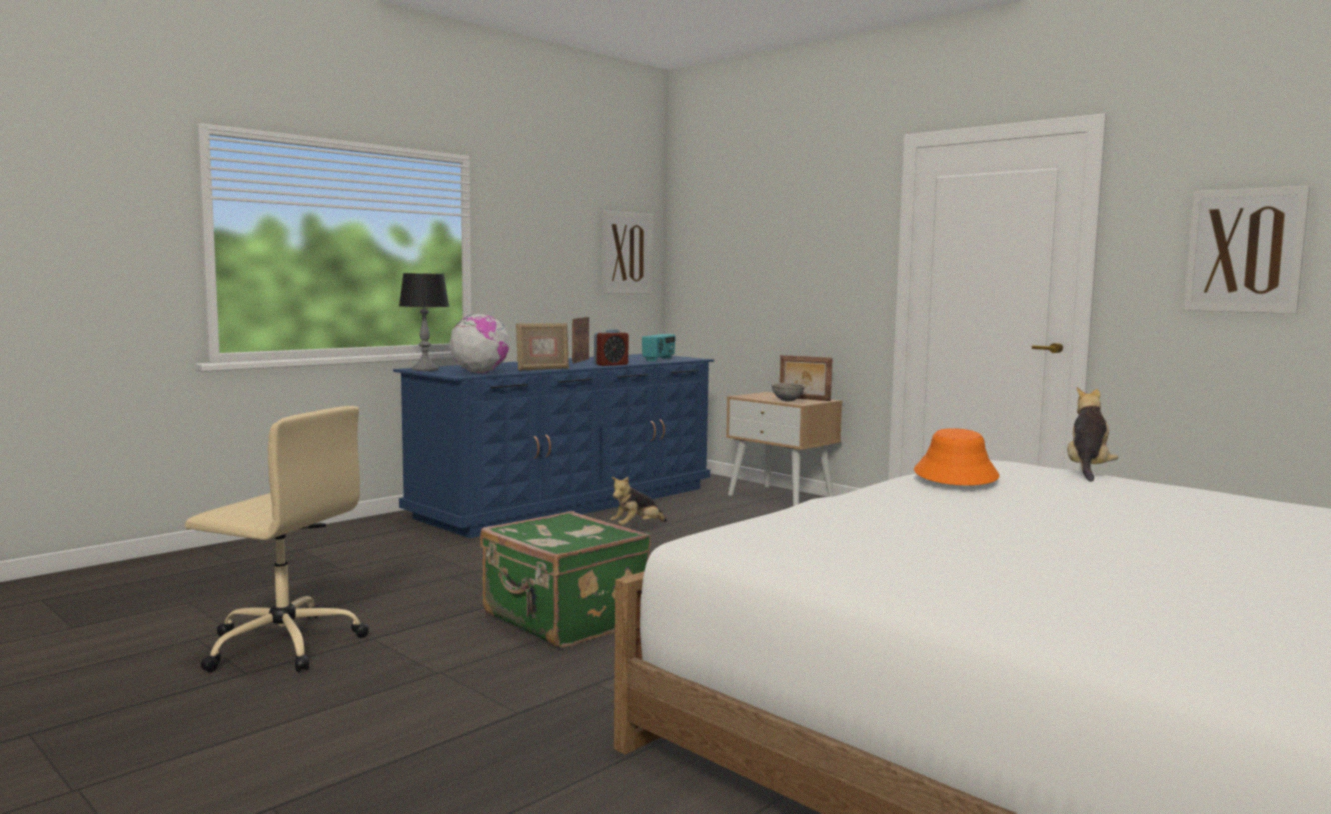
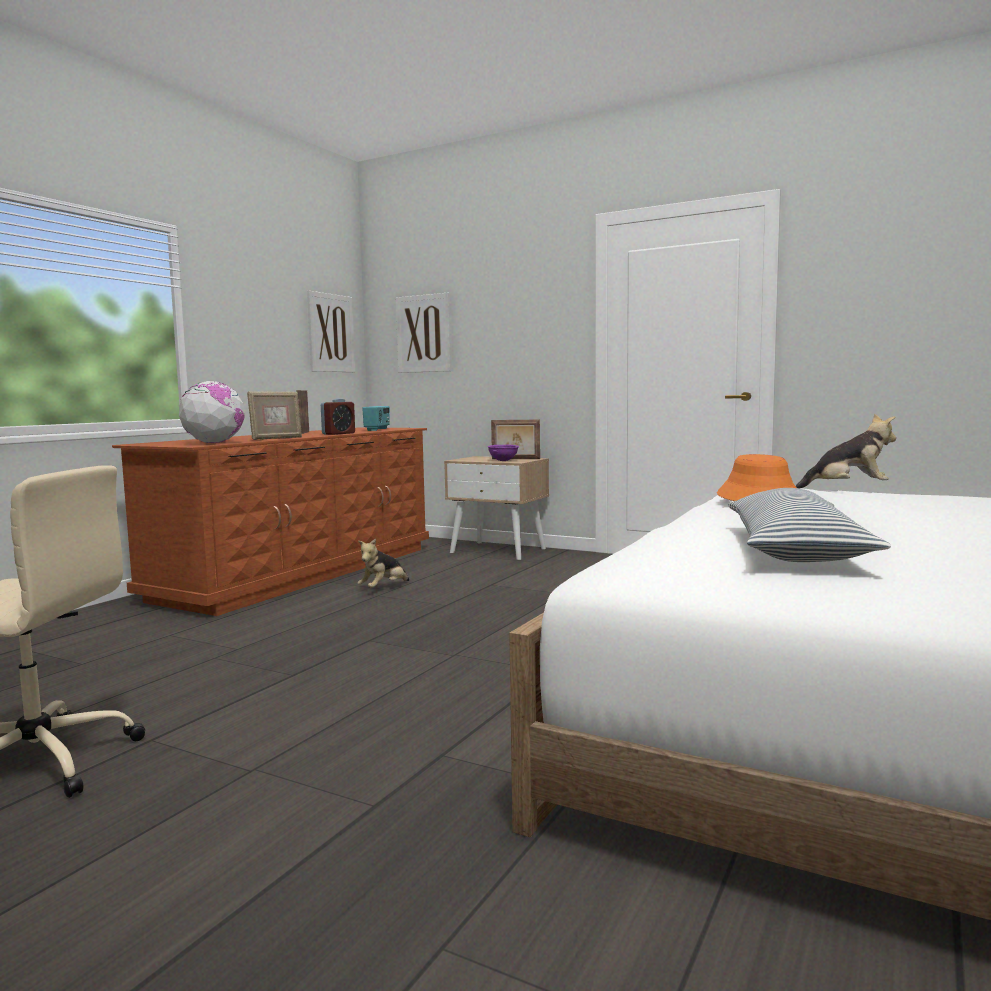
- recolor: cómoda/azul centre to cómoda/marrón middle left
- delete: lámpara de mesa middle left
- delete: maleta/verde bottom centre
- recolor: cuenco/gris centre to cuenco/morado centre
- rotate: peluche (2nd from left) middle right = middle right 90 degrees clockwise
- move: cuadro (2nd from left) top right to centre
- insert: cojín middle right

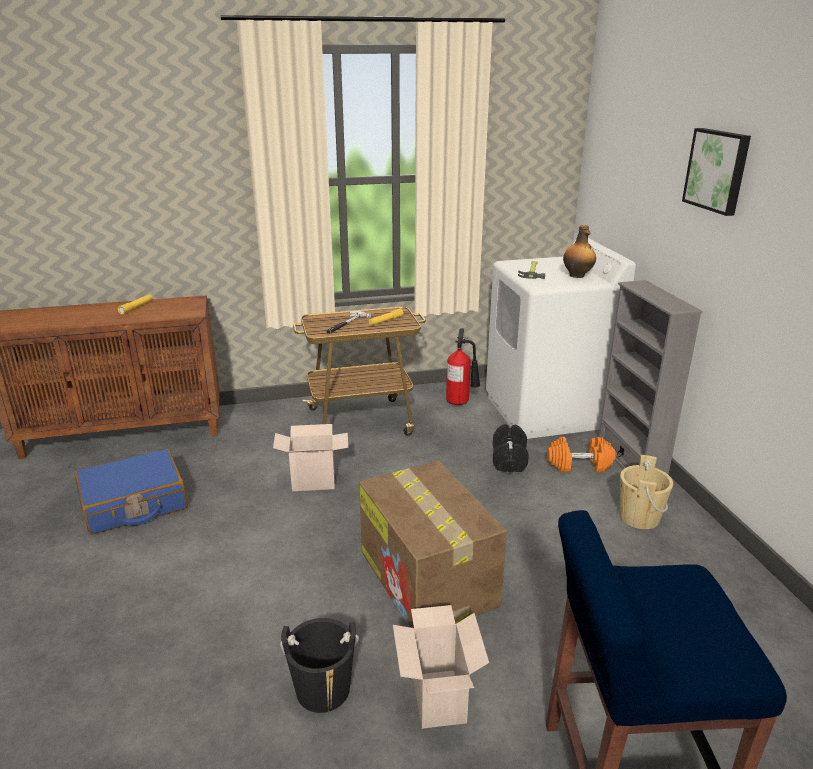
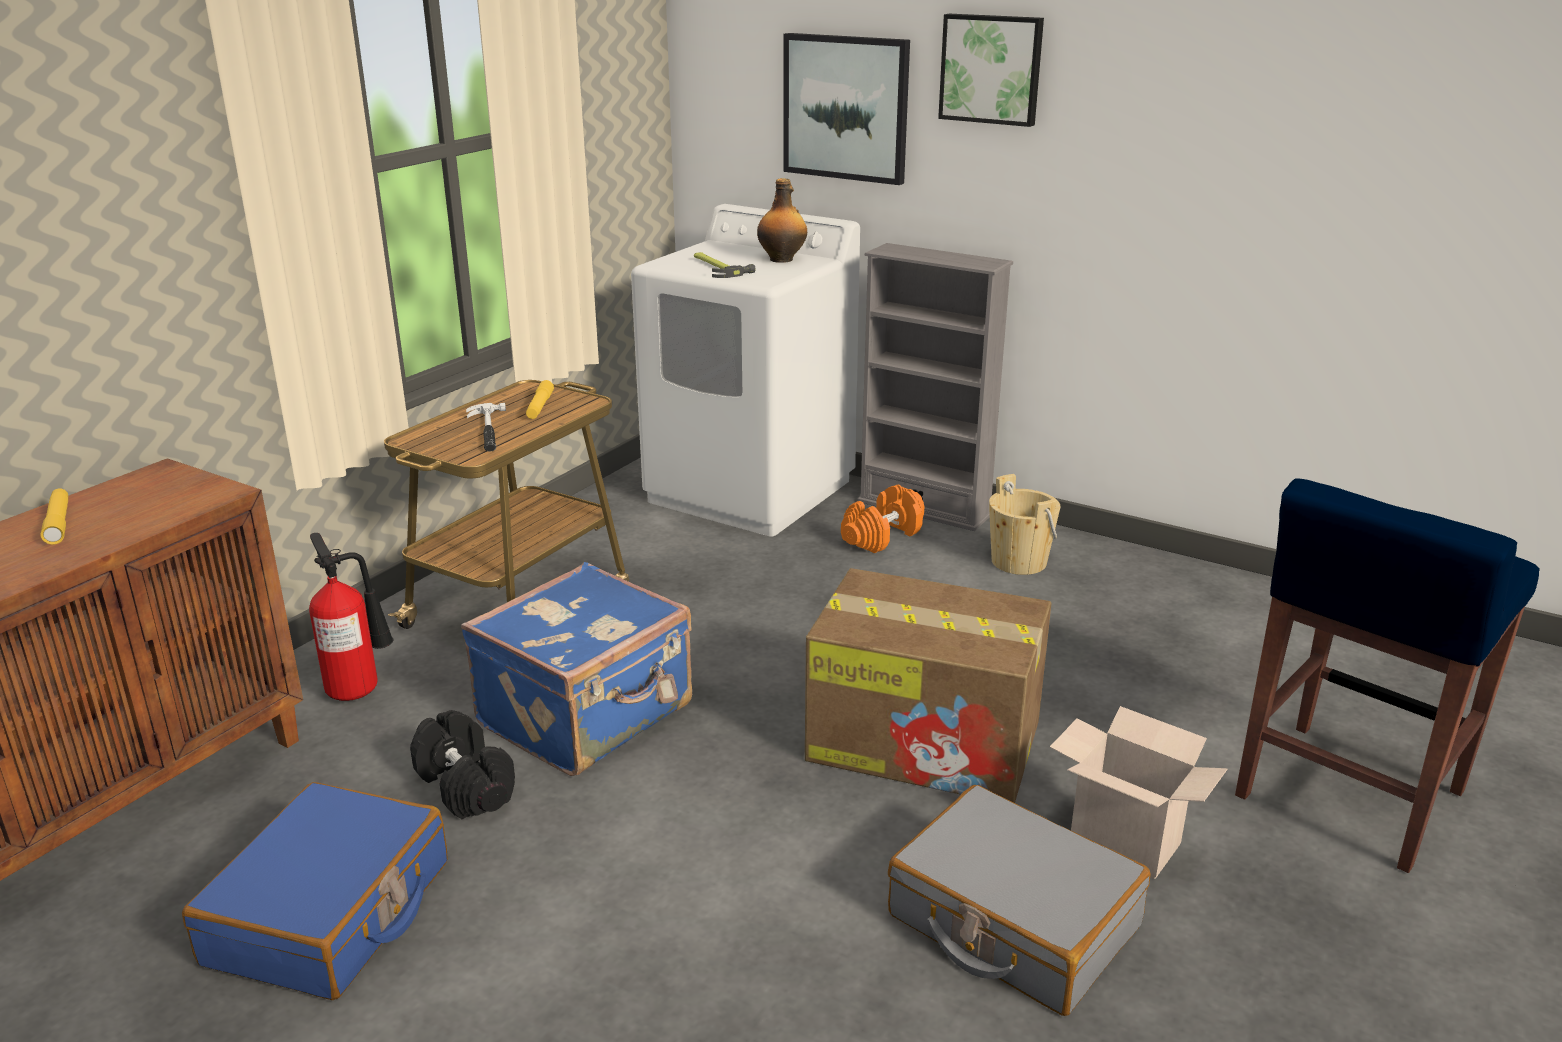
- replace: caja de cartón (1st from left) centre to maleta/azul (2nd from left) centre
- replace: cubo/negro bottom centre to maleta/gris bottom centre
- move: extintor centre to middle left
- move: mancuerna/negro centre to bottom left
- insert: cuadro (1st from left) top centre

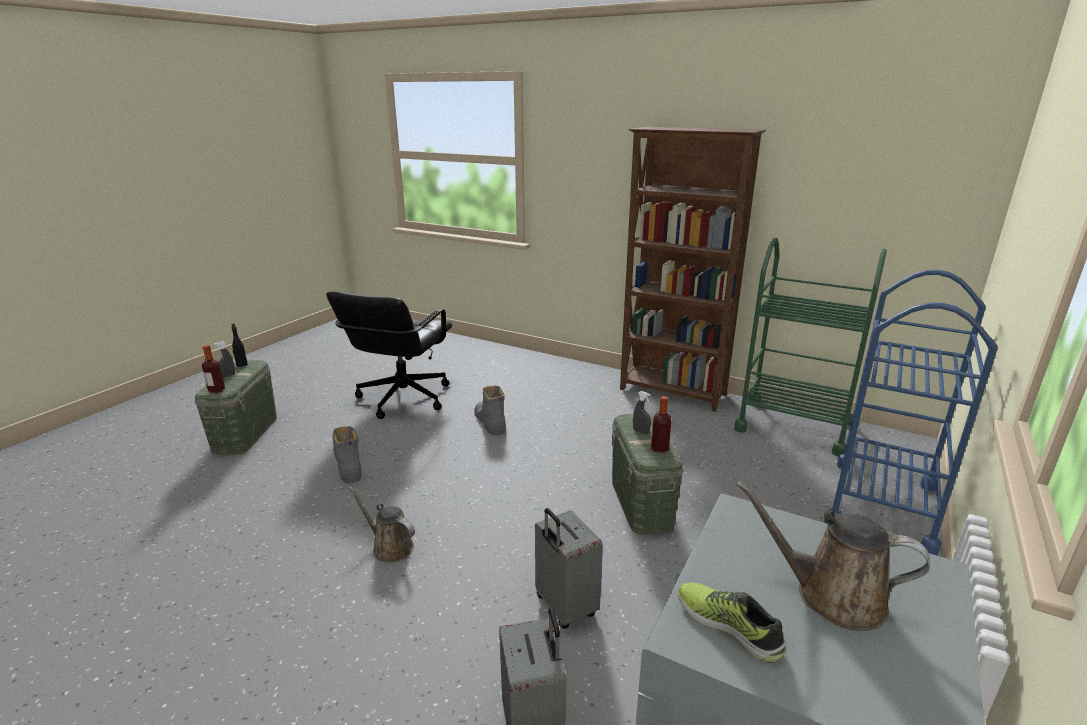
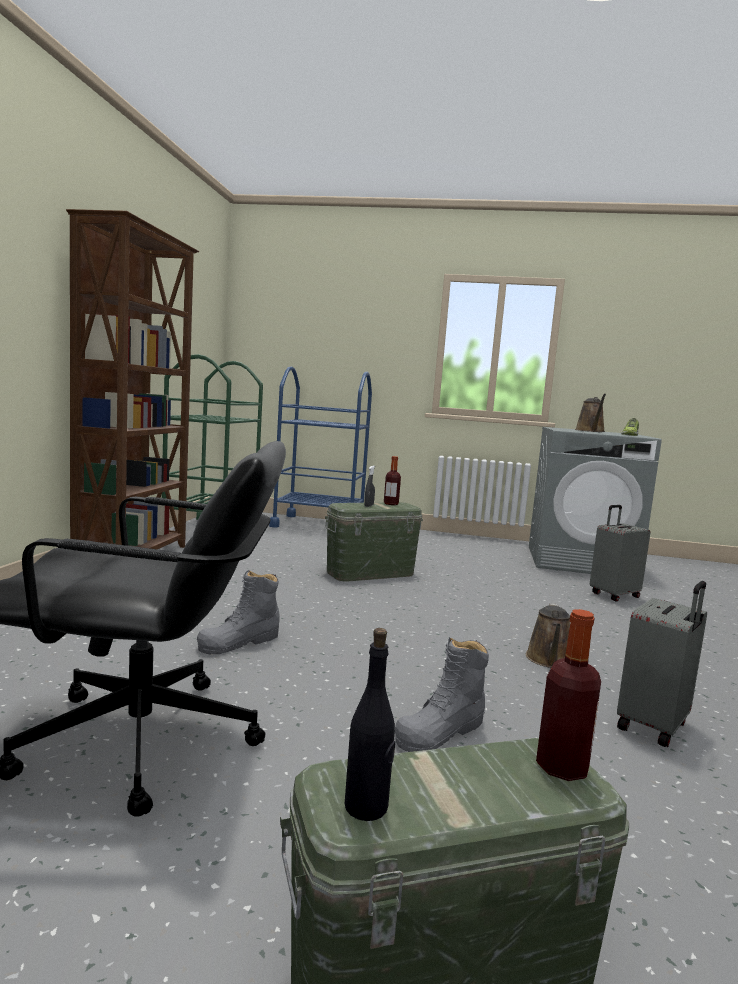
- delete: pulverizador/gris (1st from left) middle left
- move: maleta/gris (2nd from left) bottom centre to bottom right

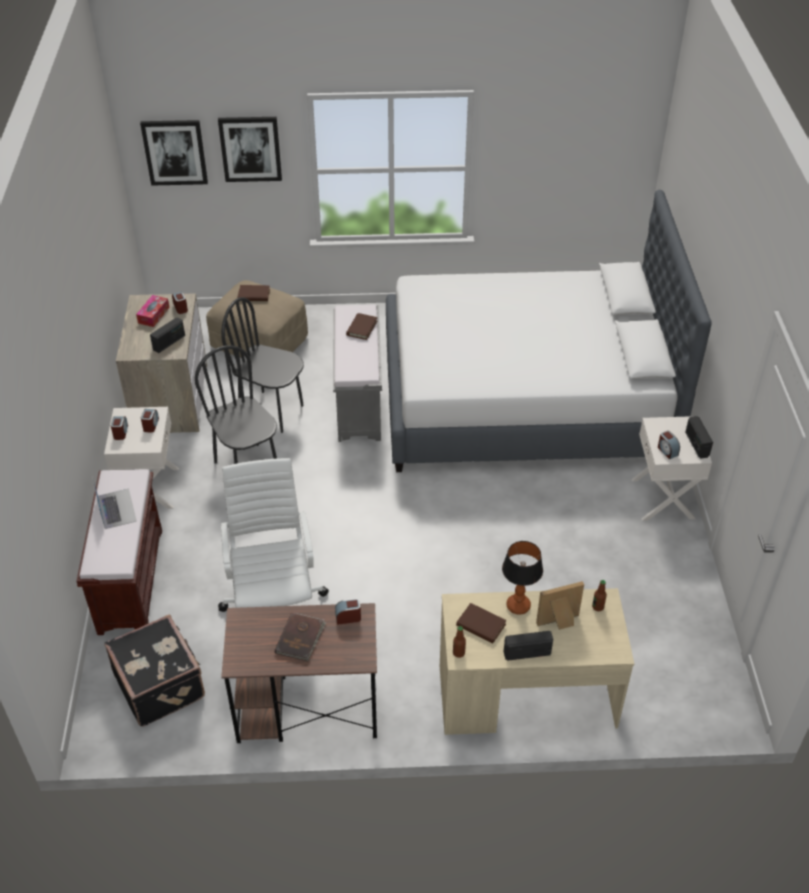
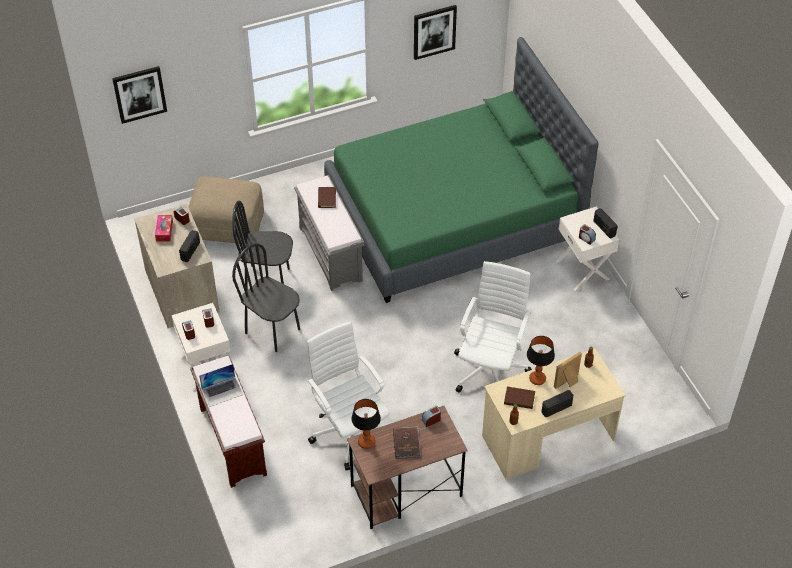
- rotate: portátil middle left = bottom left 105 degrees clockwise
- delete: maleta/negro bottom left
- move: cuadro (2nd from left) top left to top centre
- delete: libro/marrón (1st from left) top left
- recolor: cama/blanco middle right to cama/verde top centre
- insert: lámpara de mesa (1st from left) bottom centre
- insert: silla de oficina/blanco (2nd from left) centre

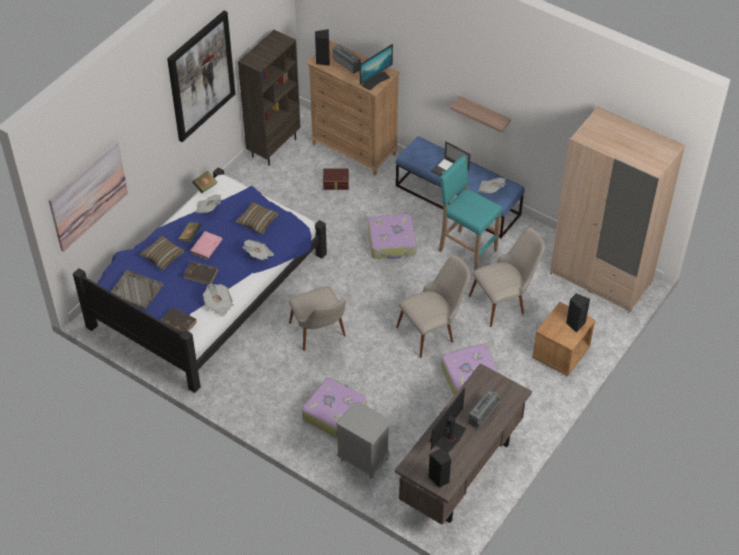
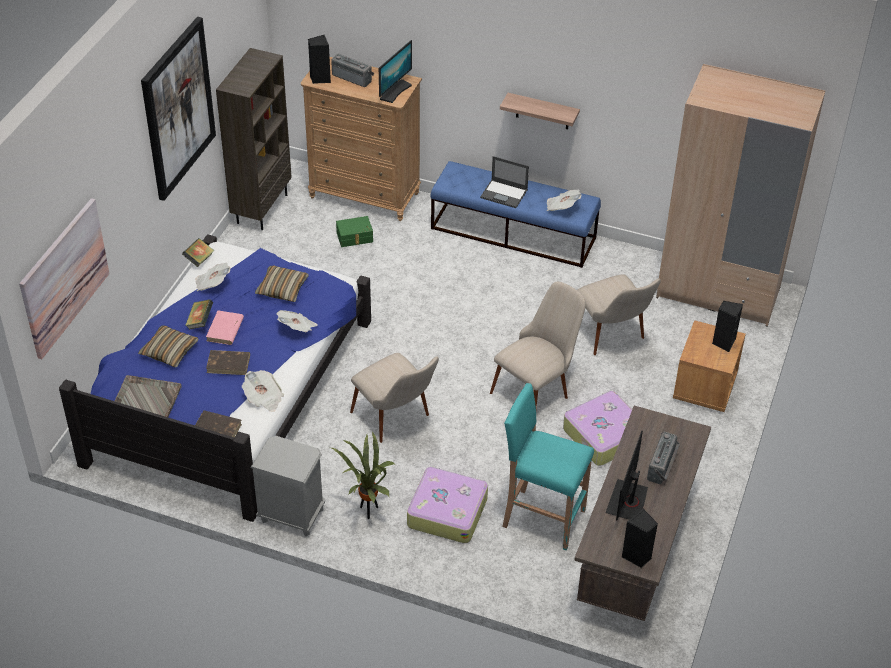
- recolor: caja de almacenaje/marrón top centre to caja de almacenaje/verde centre
- move: mesita de noche/gris bottom centre to bottom left
- delete: maleta (2nd from left) centre
- move: taburete/turquesa centre to bottom centre
- rotate: silla/beis (3rd from left) middle right = middle right 105 degrees clockwise
- insert: planta en maceta bottom centre

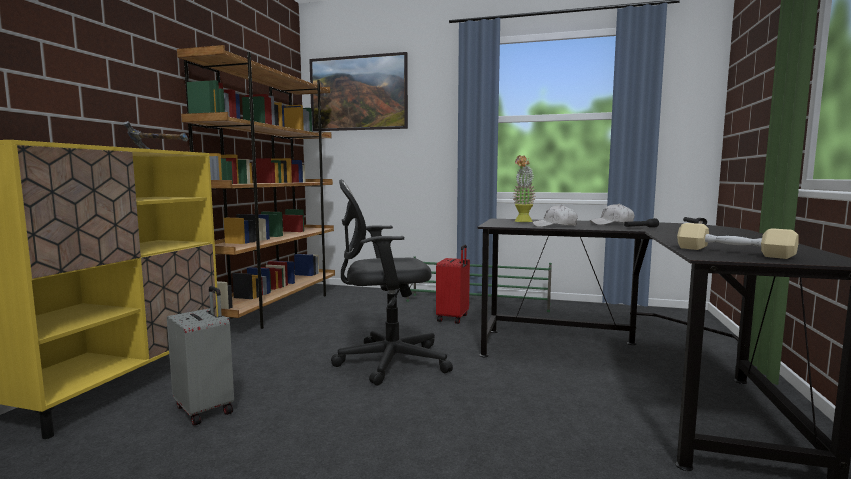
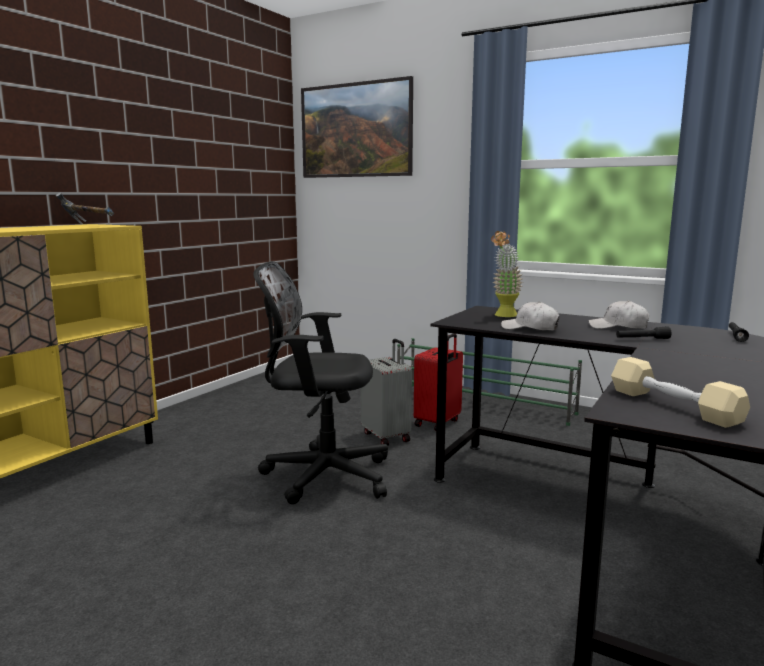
- move: maleta/gris bottom left to centre
- delete: estantería/marrón middle left

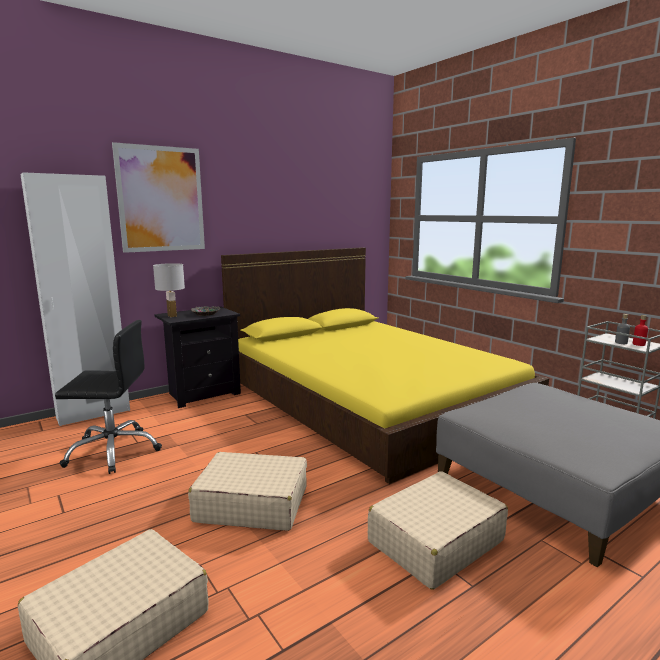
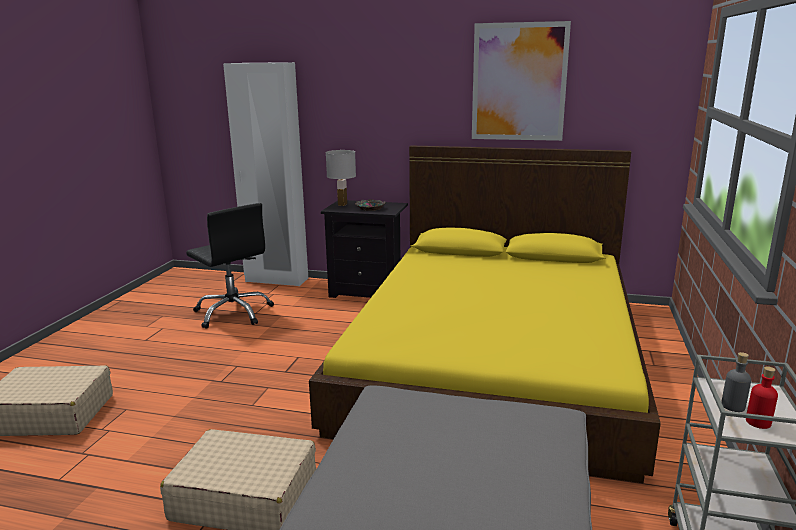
- move: cuadro top left to top centre
- delete: maleta/beis (2nd from left) bottom centre

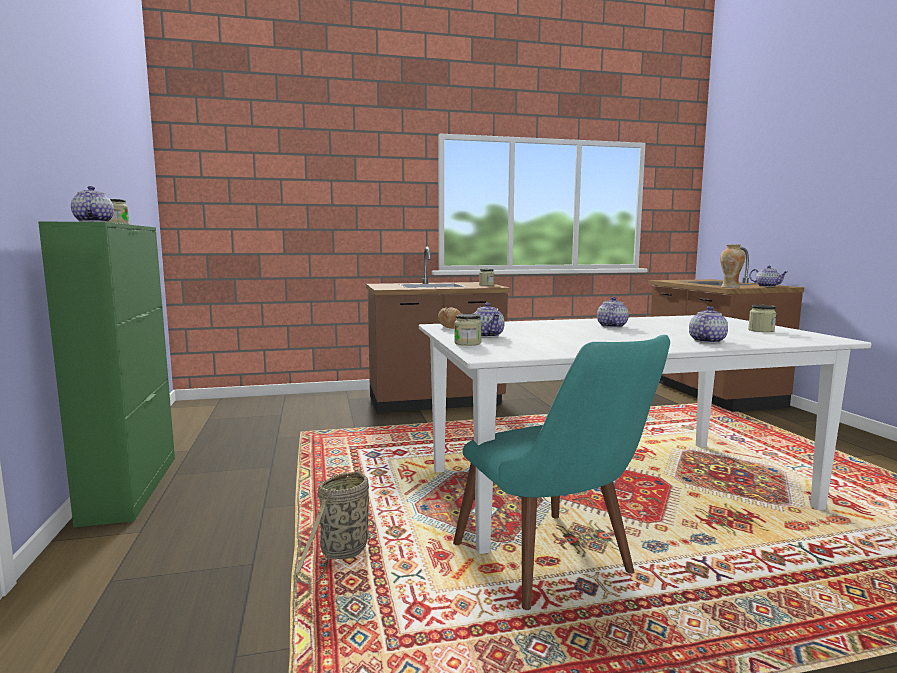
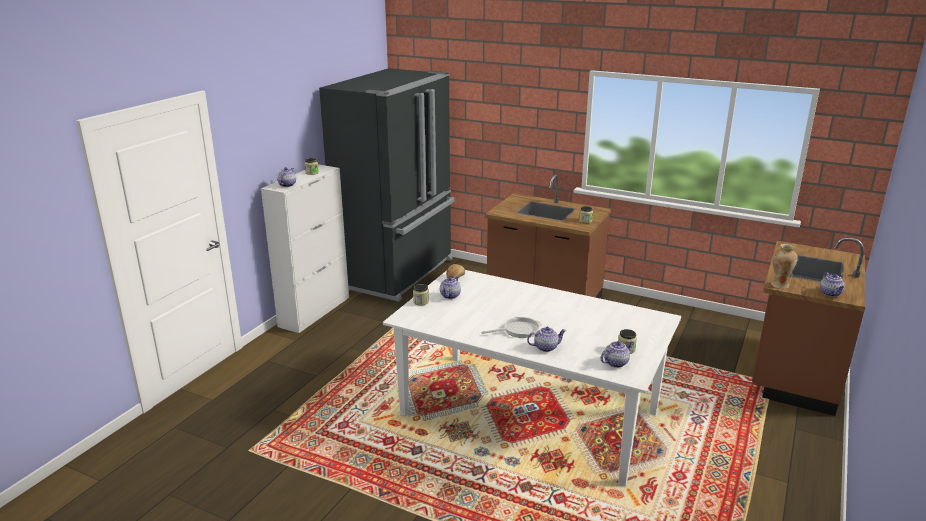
- recolor: armario/verde middle left to armario/blanco middle left
- delete: cesta bottom centre
- delete: silla/turquesa bottom centre
- move: tetera (3rd from left in the first image) middle right to tetera (4th from left) bottom centre
- insert: nevera/negro centre
- insert: sartén centre

